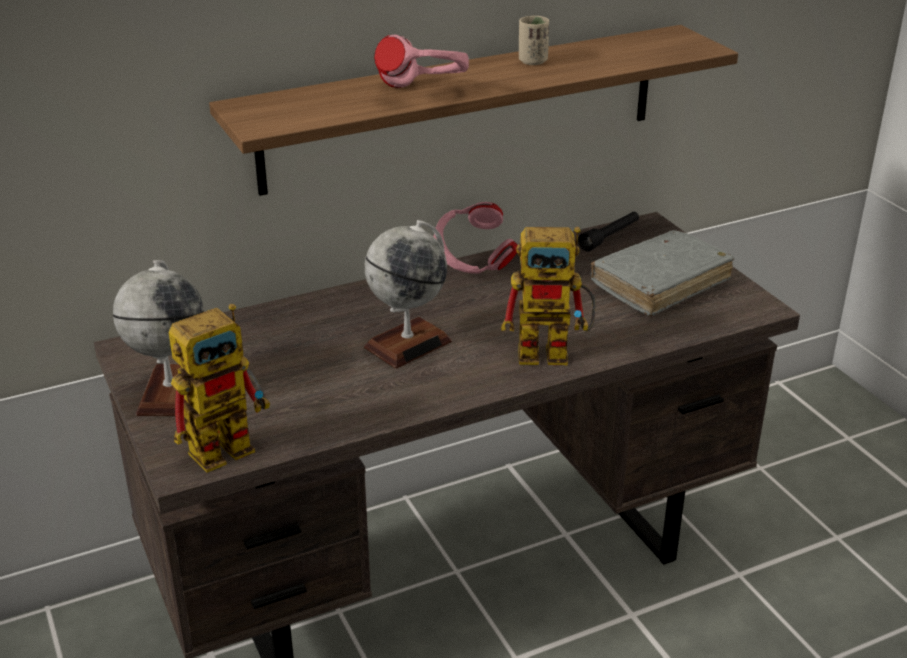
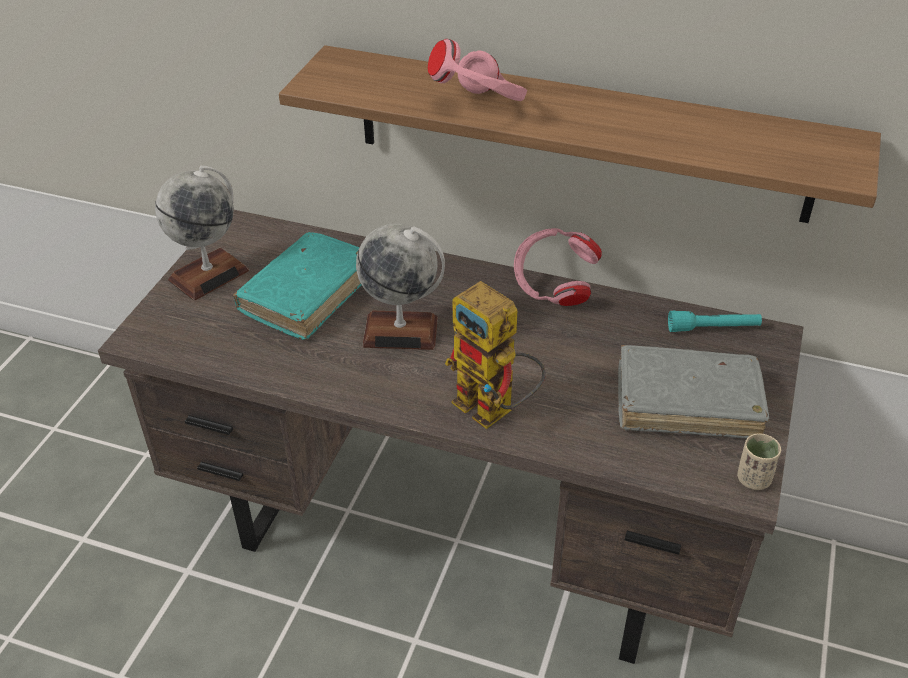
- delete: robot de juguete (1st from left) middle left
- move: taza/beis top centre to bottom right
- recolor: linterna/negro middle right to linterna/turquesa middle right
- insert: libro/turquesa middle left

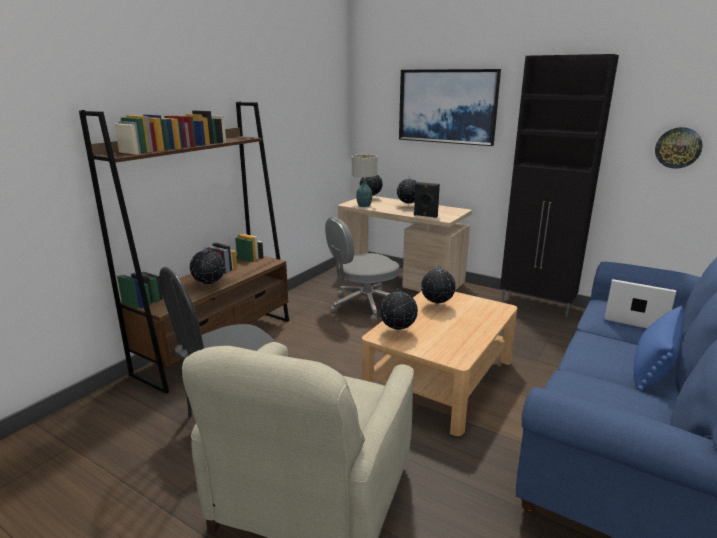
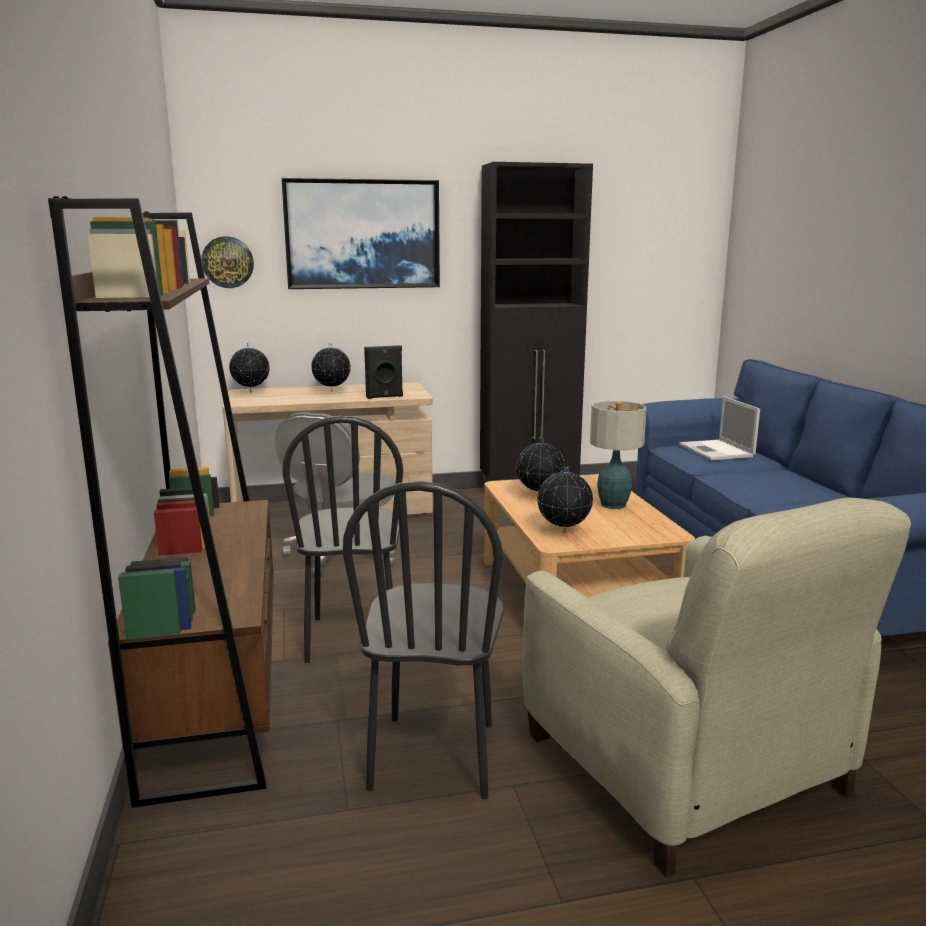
- delete: globo terráqueo (1st from left) middle left
- move: lámpara de mesa centre to middle right
- rotate: portátil middle right = middle right 90 degrees counterclockwise
- delete: cojín/azul middle right
- move: reloj de pared top right to top left
- insert: silla/negro (1st from left) centre

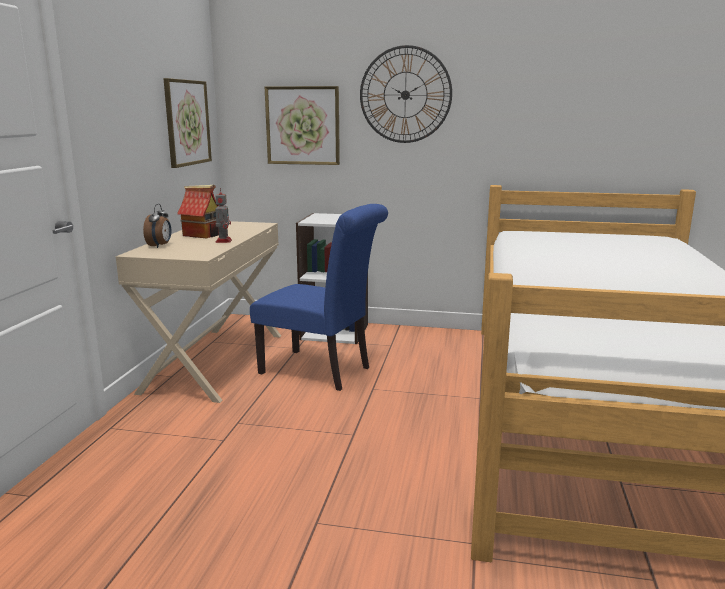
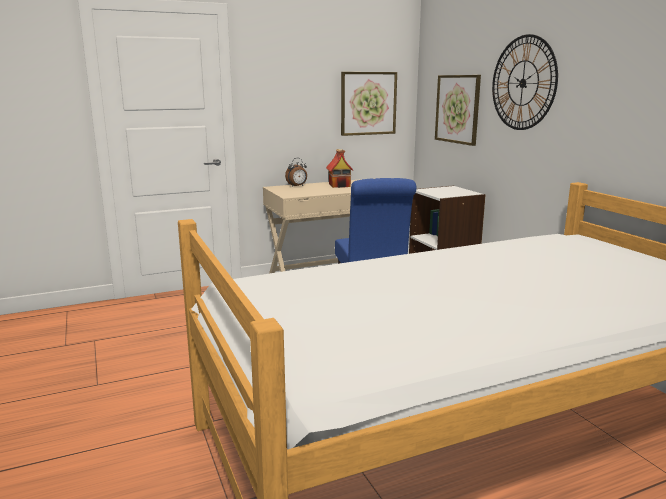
- delete: robot de juguete middle left

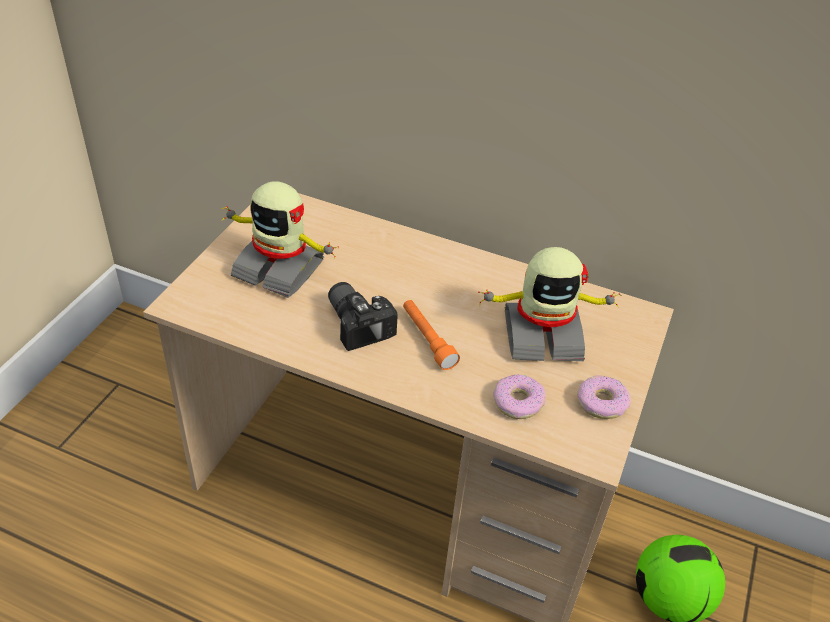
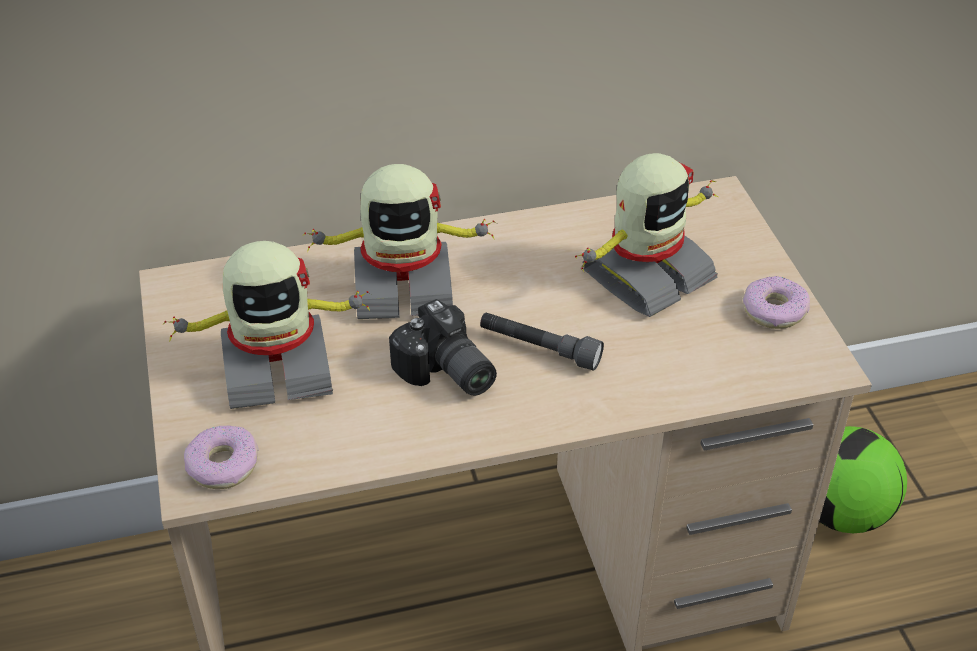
- rotate: cámara centre = centre 150 degrees counterclockwise
- recolor: linterna/naranja centre to linterna/gris centre
- move: rosquilla (1st from left) centre to bottom left
- insert: robot de juguete (2nd from left) centre

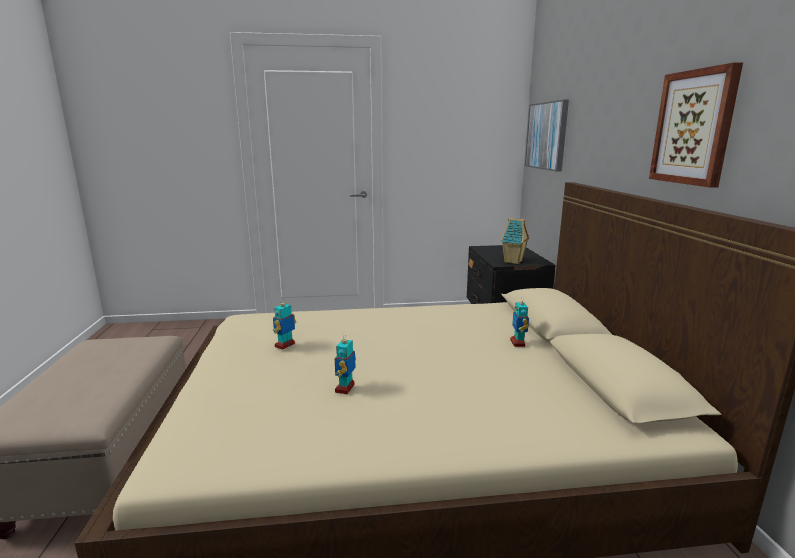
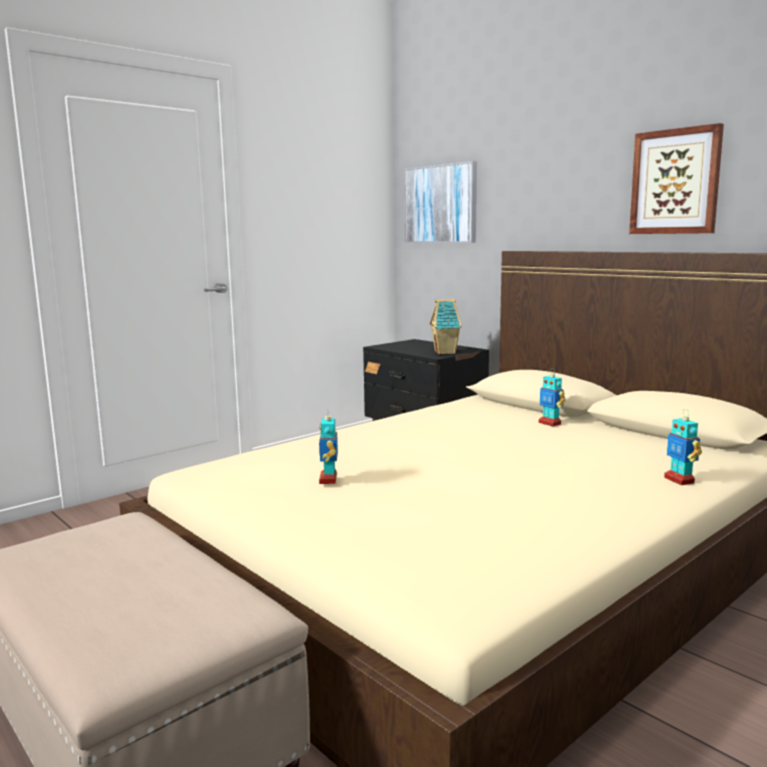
- move: robot de juguete (2nd from left in the first image) centre to robot de juguete (3rd from left) middle right

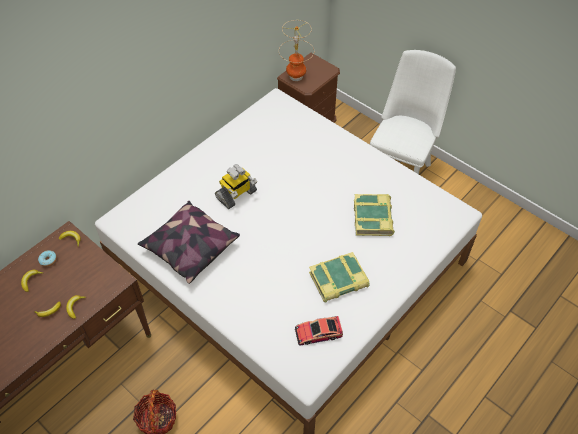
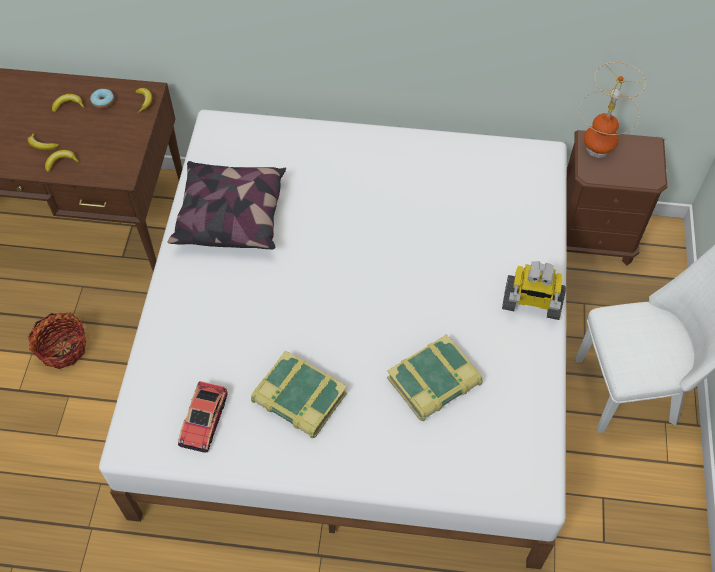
- move: robot de juguete centre to middle right
- rotate: coche de juguete bottom centre = bottom left 120 degrees counterclockwise

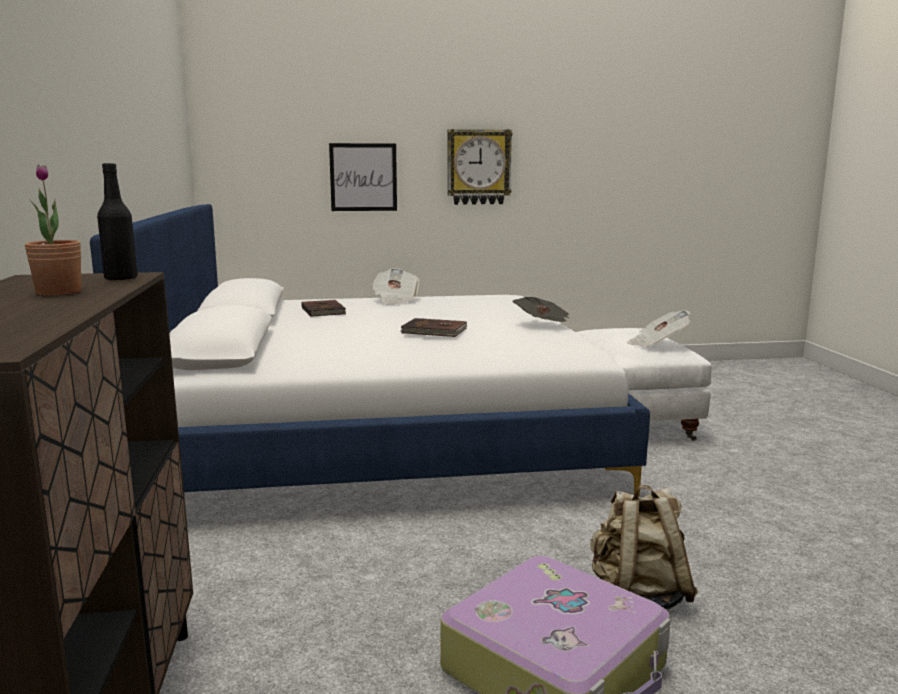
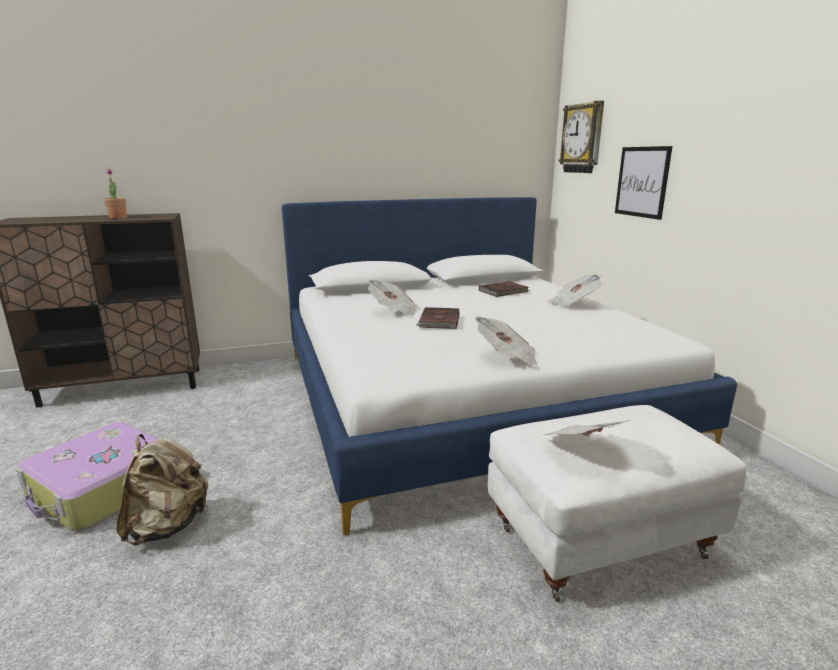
- delete: botella/negro top left
- move: reloj de pared top centre to top right
- insert: periódico (1st from left) centre

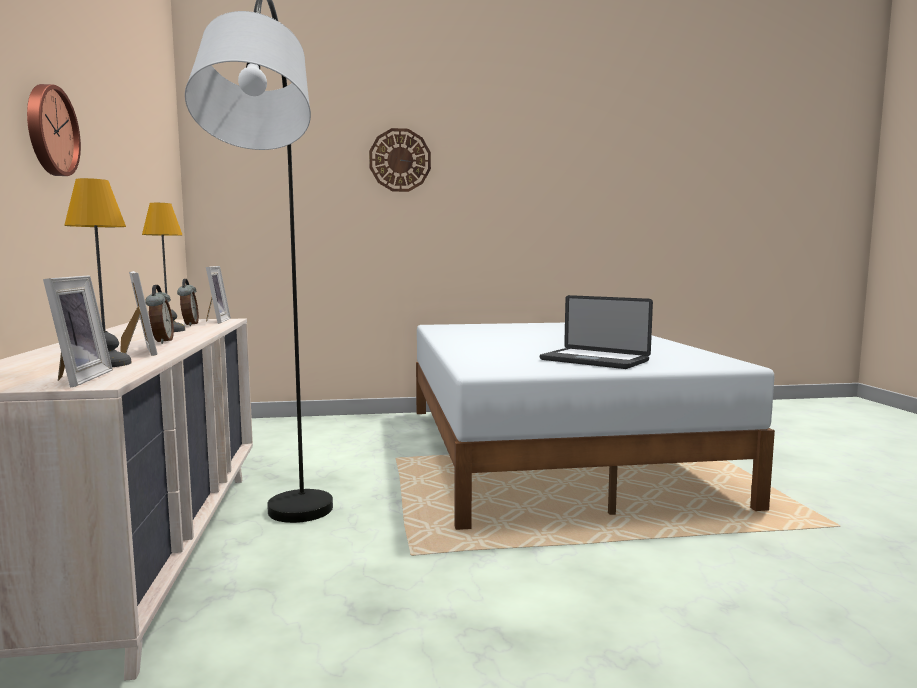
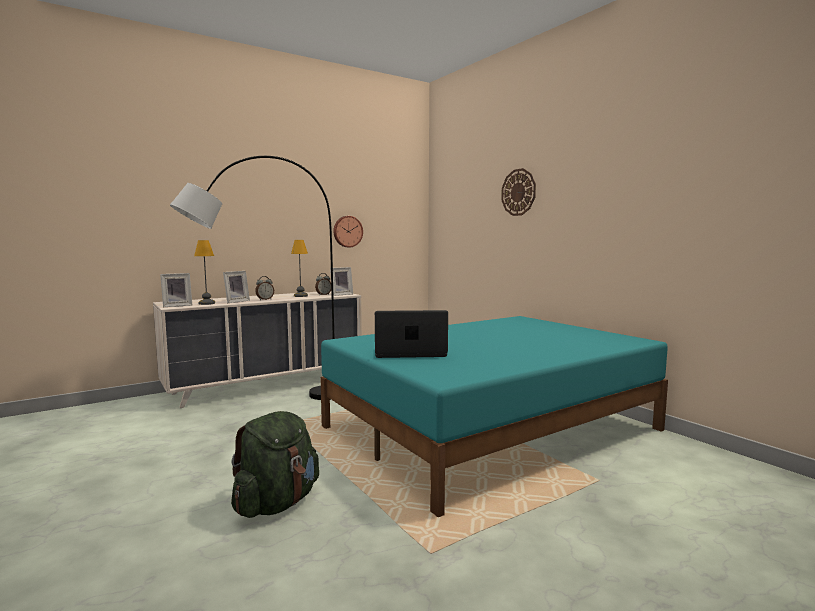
- move: reloj de pared (1st from left) top left to centre
- recolor: cama/blanco centre to cama/turquesa bottom centre
- rotate: portátil centre = centre 75 degrees clockwise
- insert: mochila/verde bottom centre

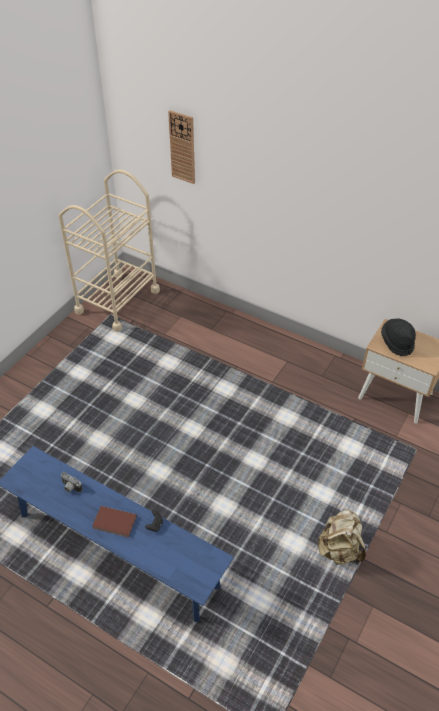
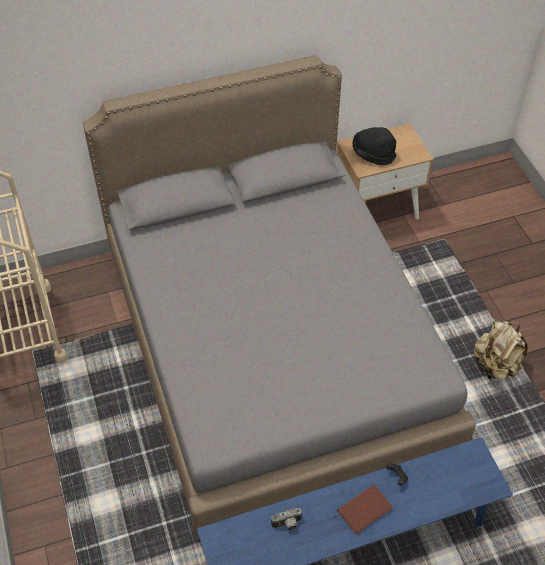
- delete: reloj de pared top centre
- insert: cama/gris centre

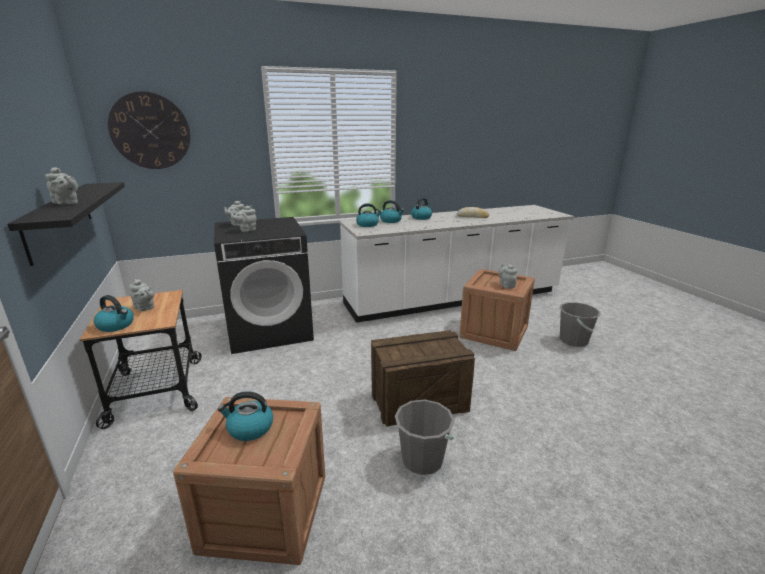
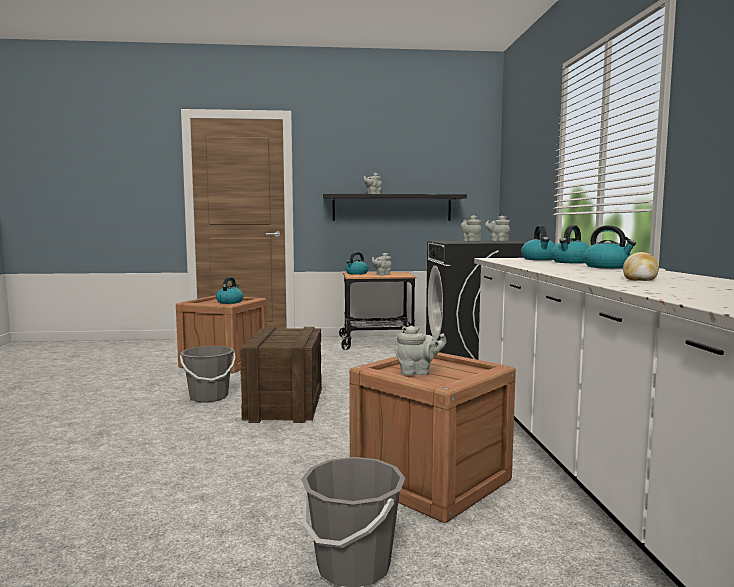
- delete: reloj de pared top left

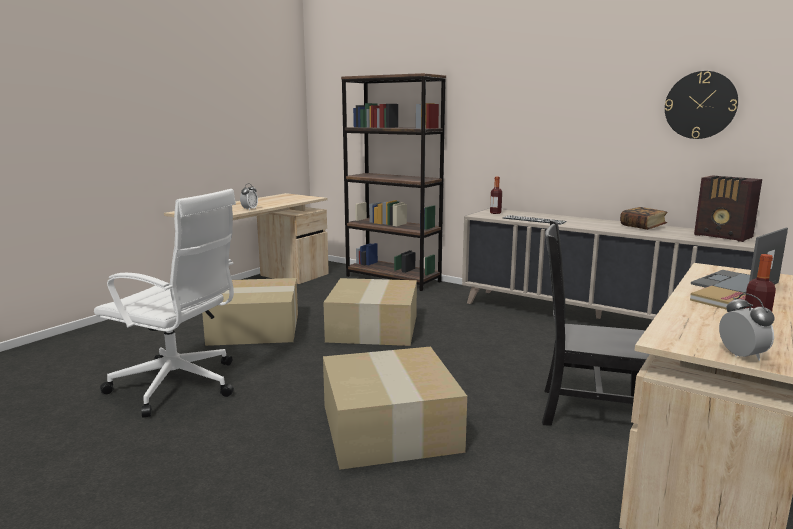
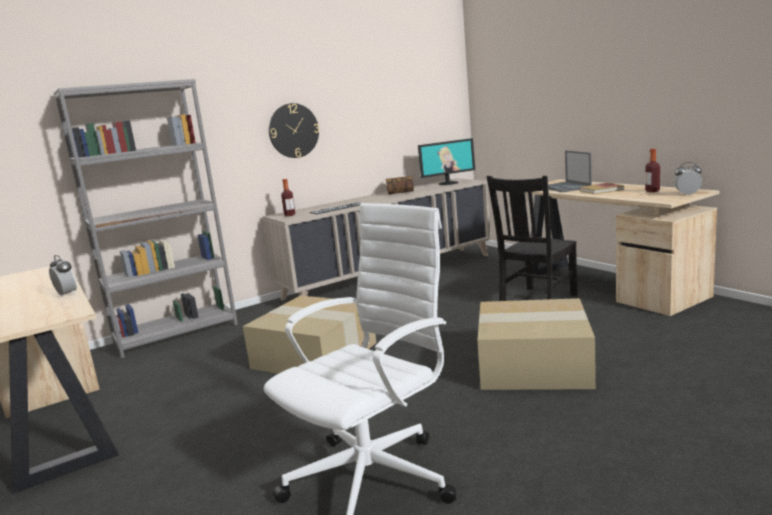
- delete: caja de cartón (1st from left) middle left
- recolor: estantería/marrón centre to estantería/gris middle left
- move: reloj de pared top right to top centre
- replace: radio middle right to monitor top centre

